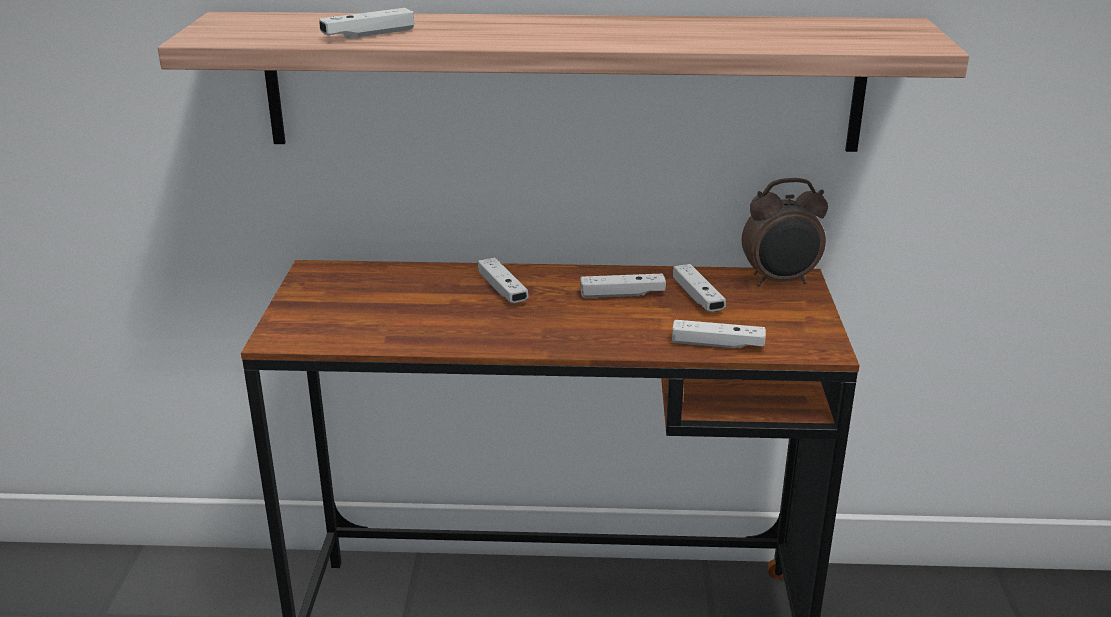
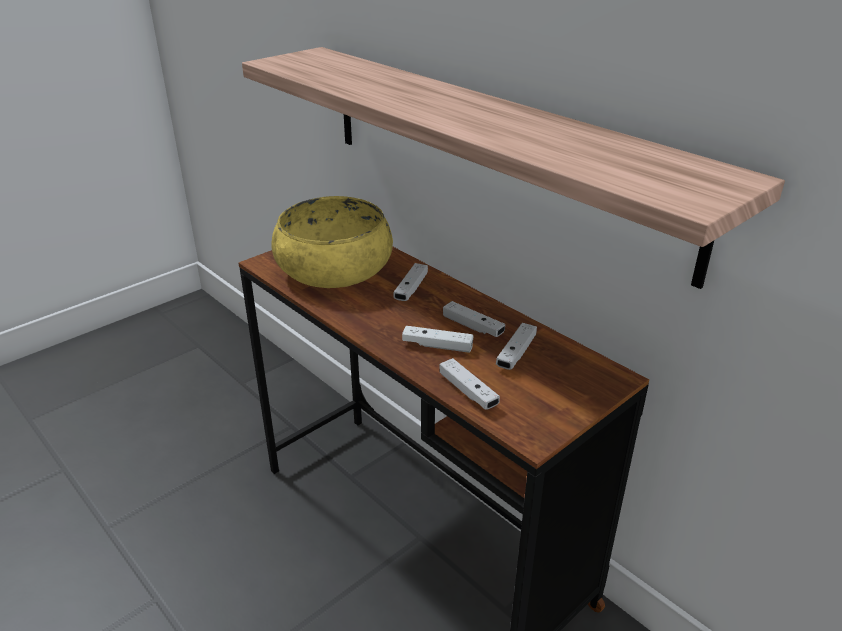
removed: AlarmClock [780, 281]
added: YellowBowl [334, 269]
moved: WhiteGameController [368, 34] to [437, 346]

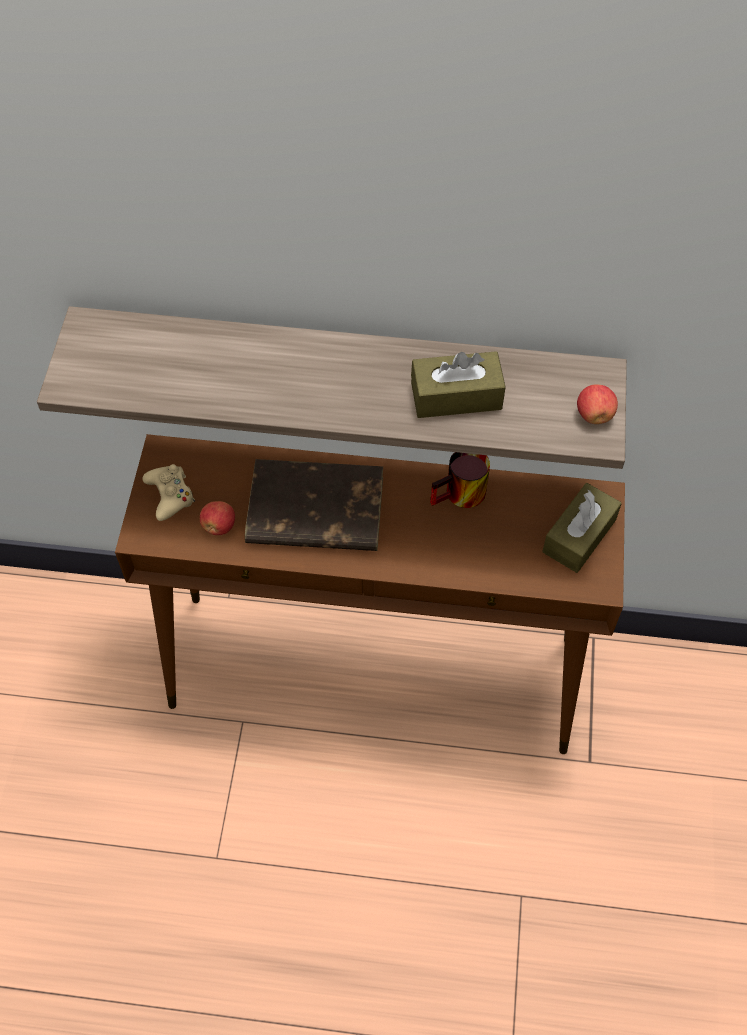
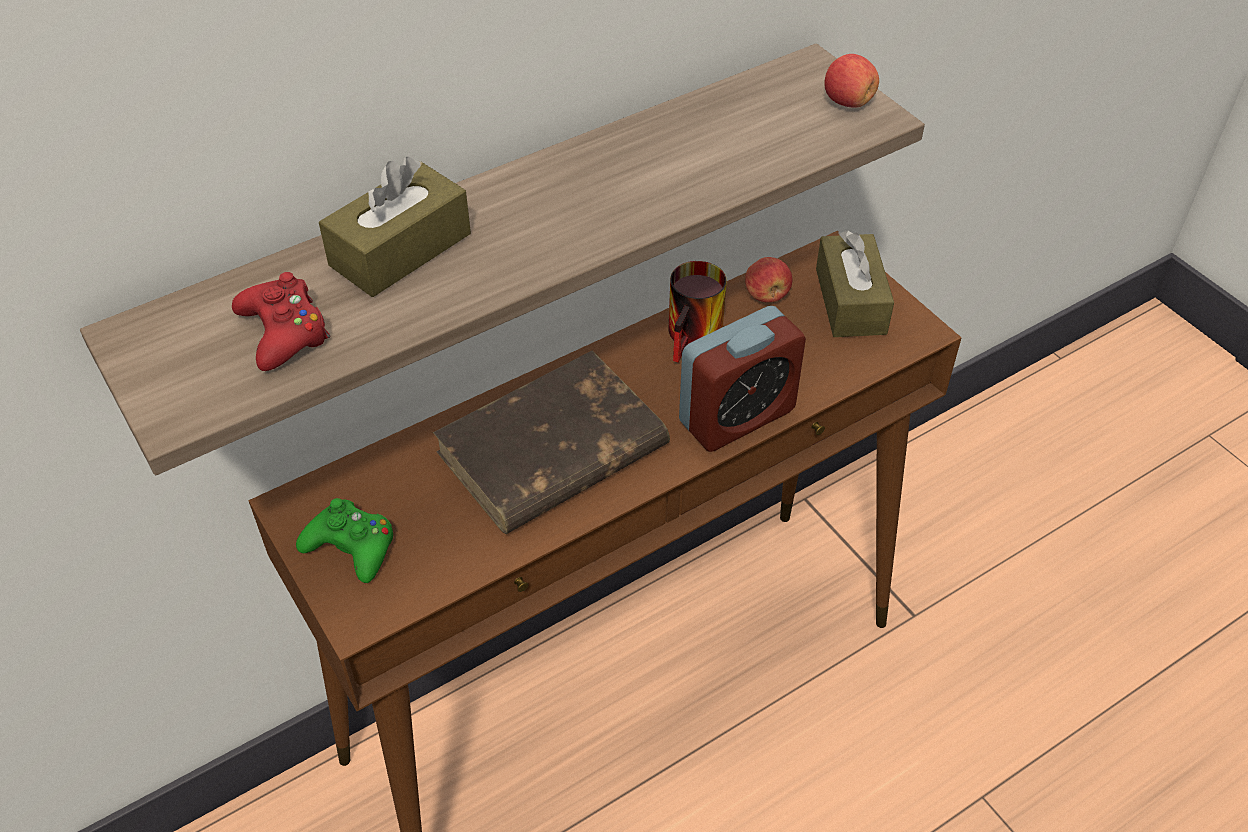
added: RedGameController [284, 332]; AlarmClock [737, 416]
moved: BrownTissueBox [456, 396] to [400, 249]; Apple [219, 526] to [767, 295]
recoloured: BeigeGameController [170, 495] to GreenGameController [352, 547]

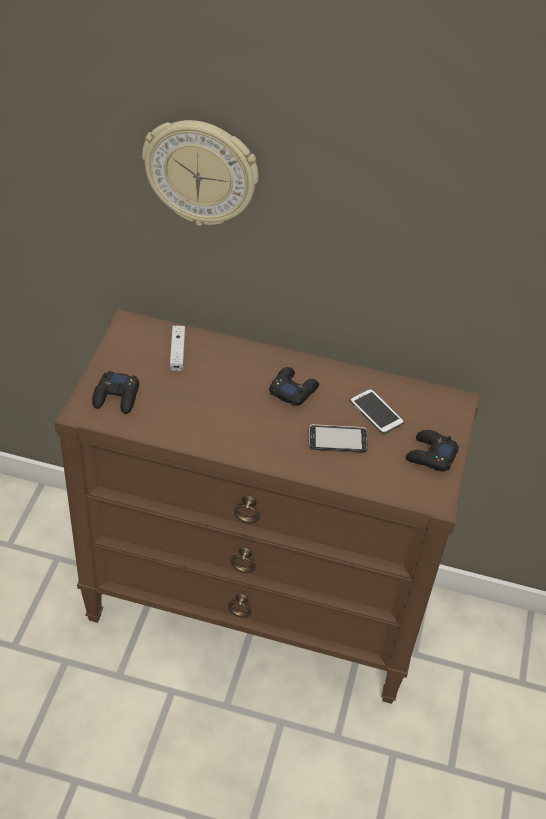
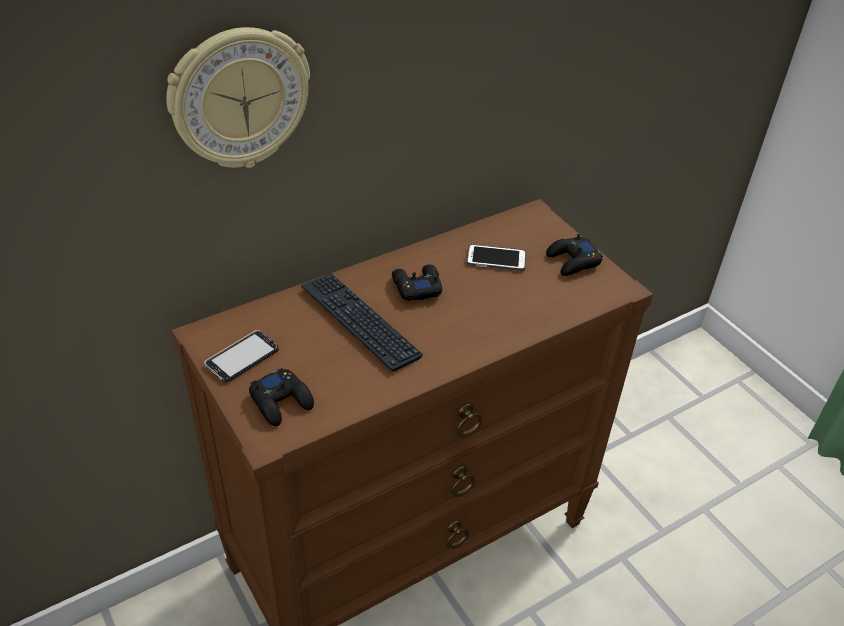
removed: WhiteGameController [177, 352]
added: Keyboard [359, 322]
moved: Phone [337, 440] to [242, 358]

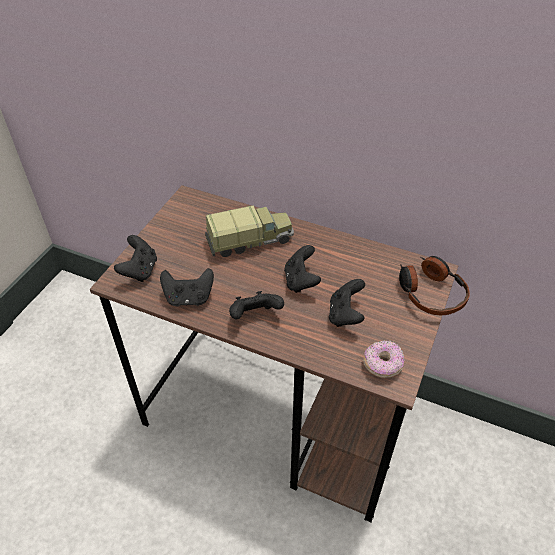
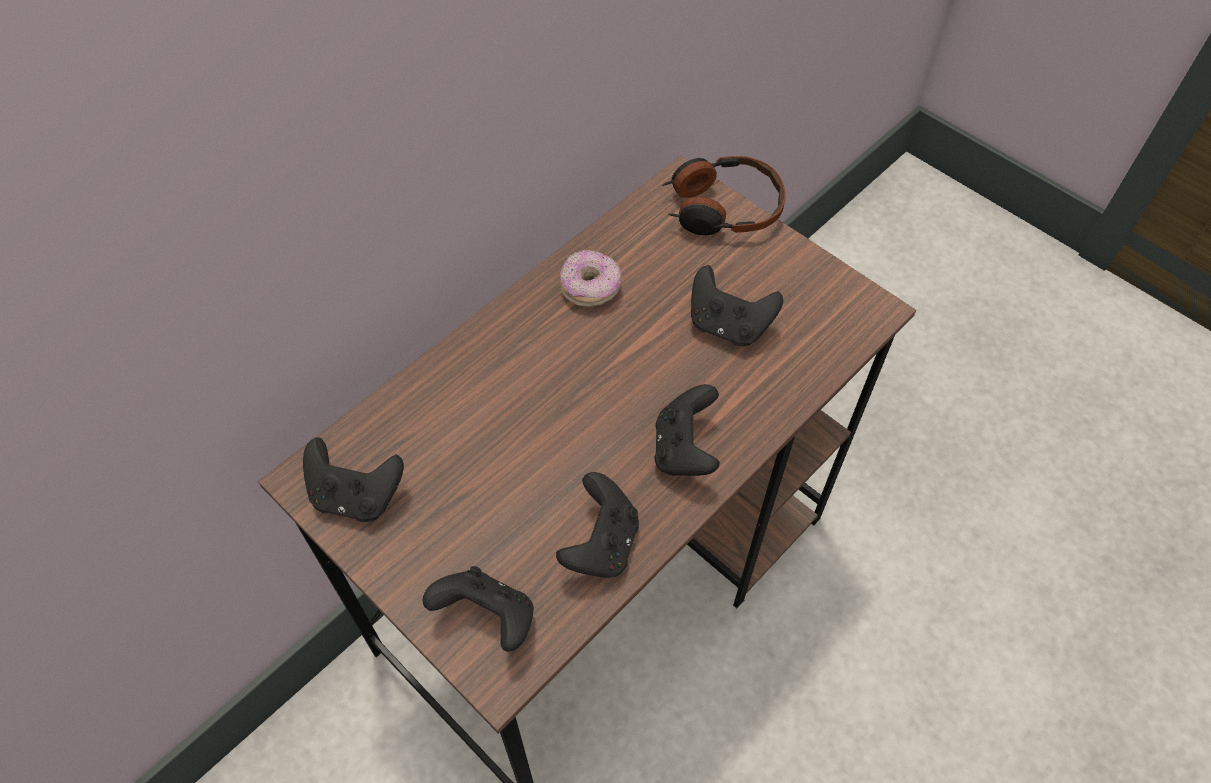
removed: ToyTruck [250, 241]
moved: BlackGameController [301, 281] to [356, 496]; Donut [382, 365] to [590, 288]

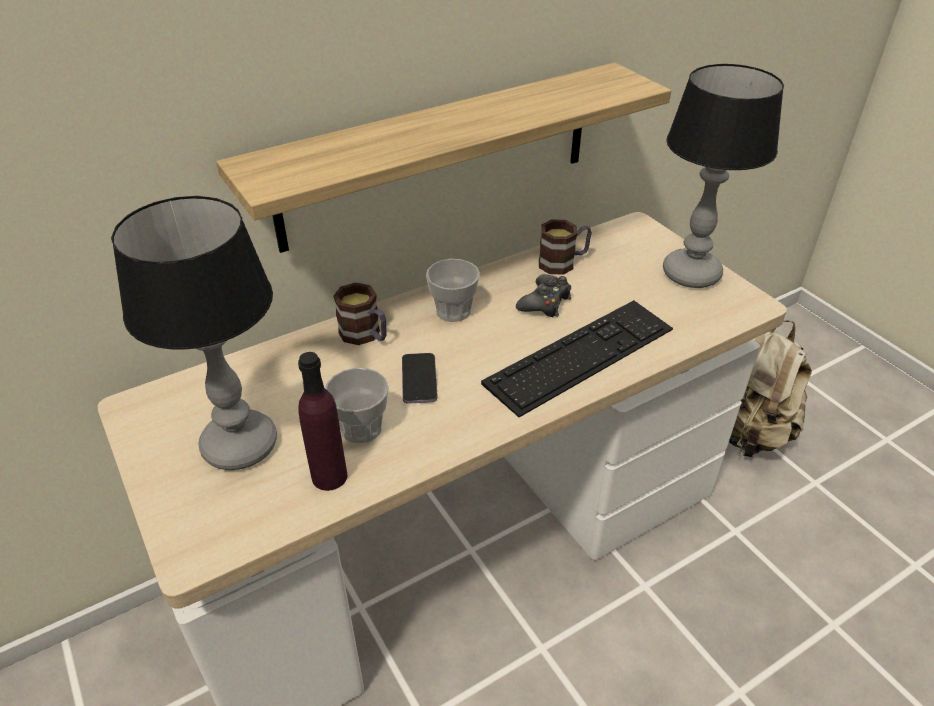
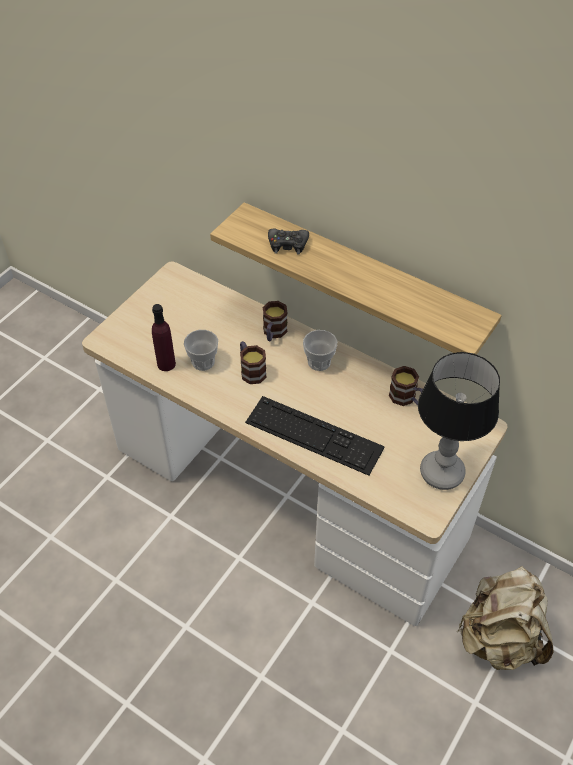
removed: TableLamp [241, 444]
moved: BlackGameController [545, 303] to [287, 244]
replaced: Phone [419, 380] to Mug [251, 370]

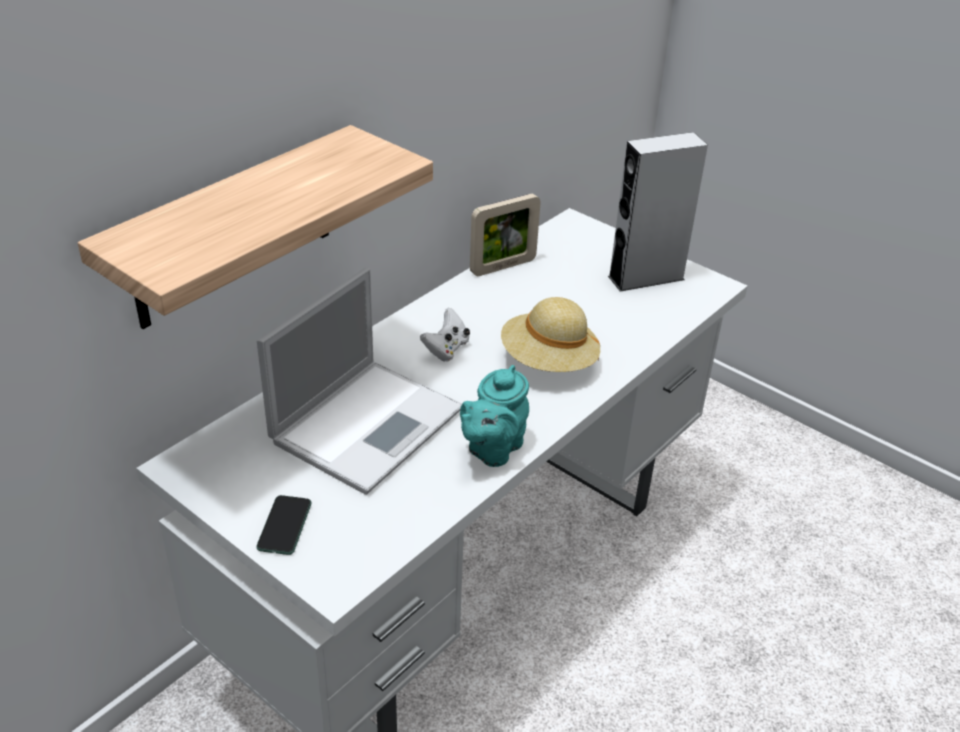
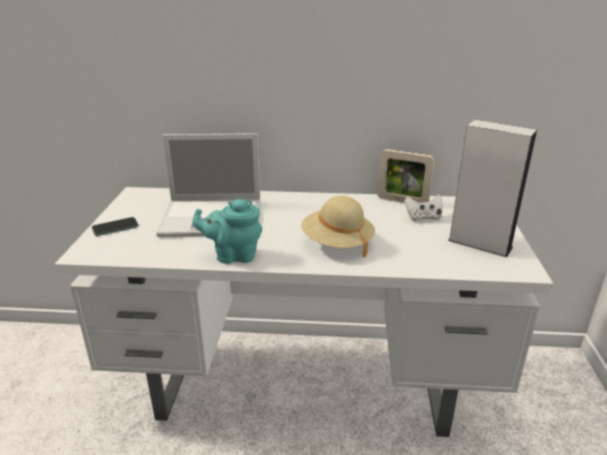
removed: Shelf [233, 229]
moved: WhiteGameController [446, 349] to [423, 218]

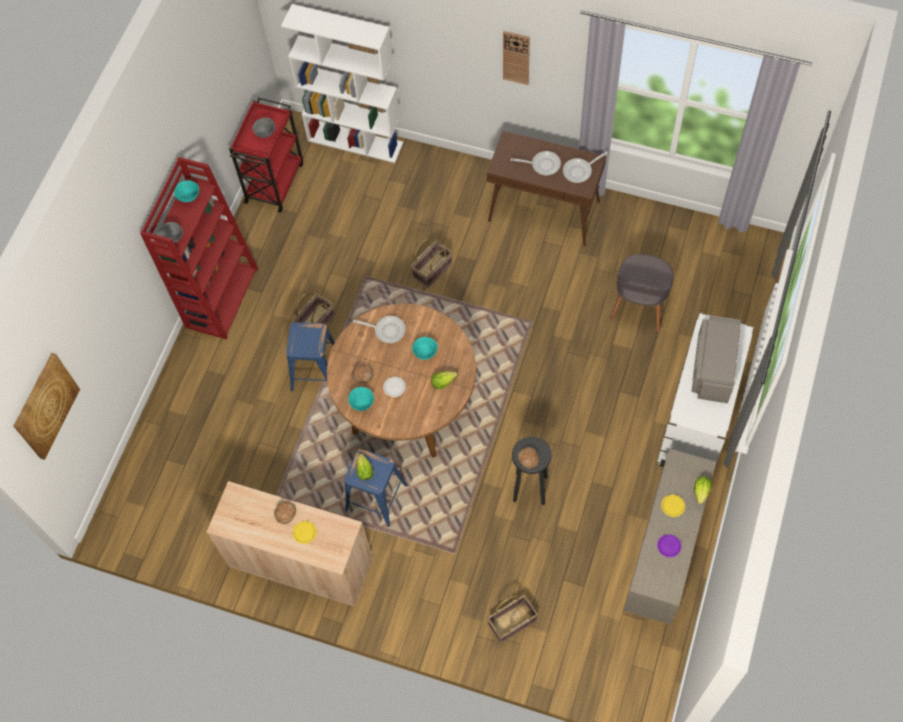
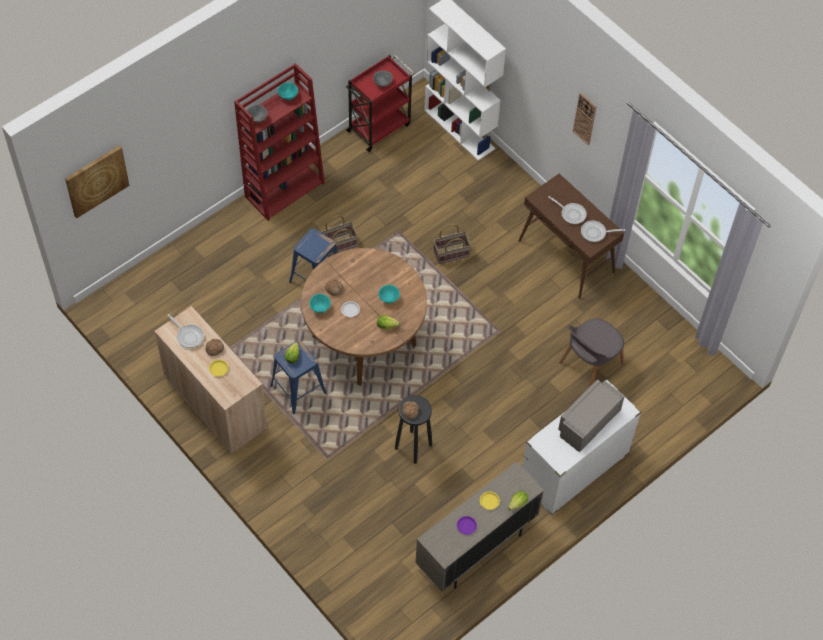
removed: Basket [512, 623]
moved: FryingPan [387, 330] to [189, 336]

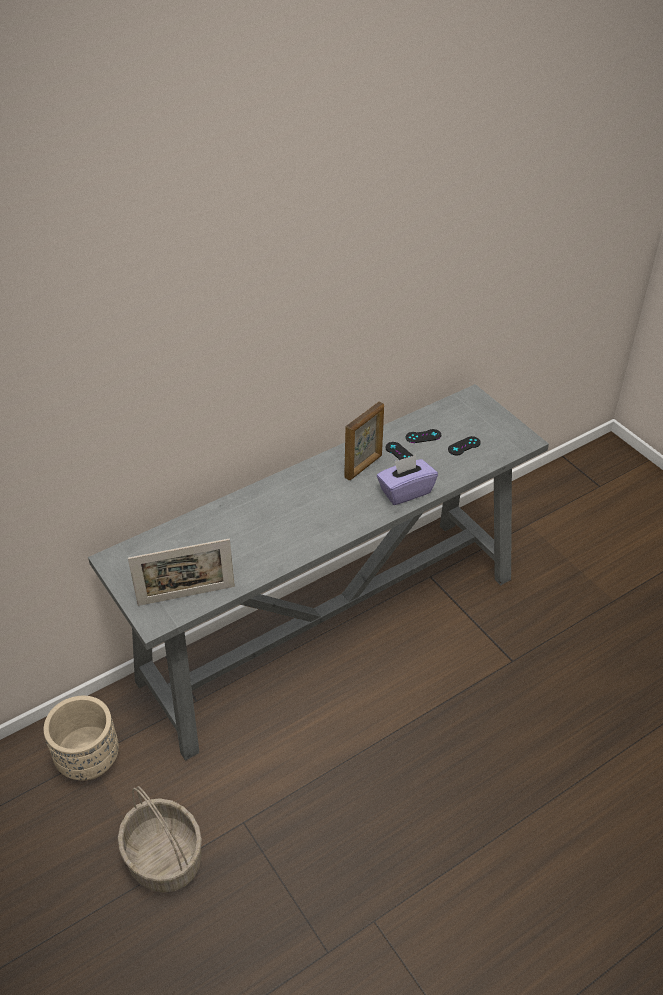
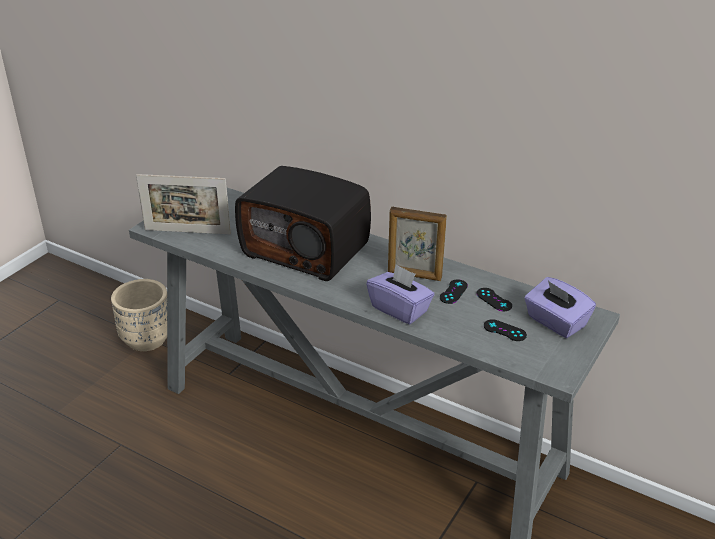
removed: Basket [165, 859]
added: Radio [307, 249]; PurpleTissueBox [555, 322]
turned: PictureFrame [186, 595] = [187, 232] 45 degrees counterclockwise

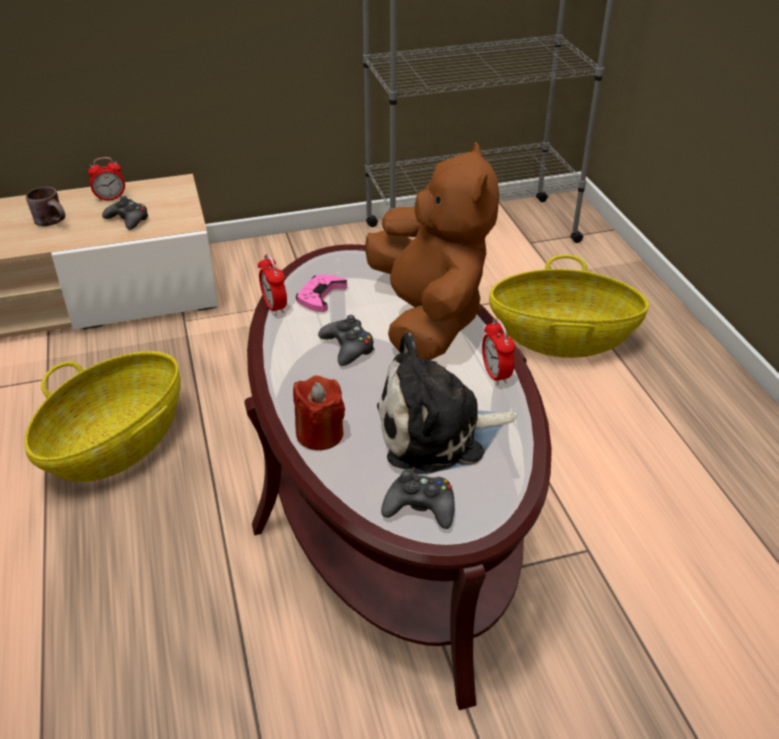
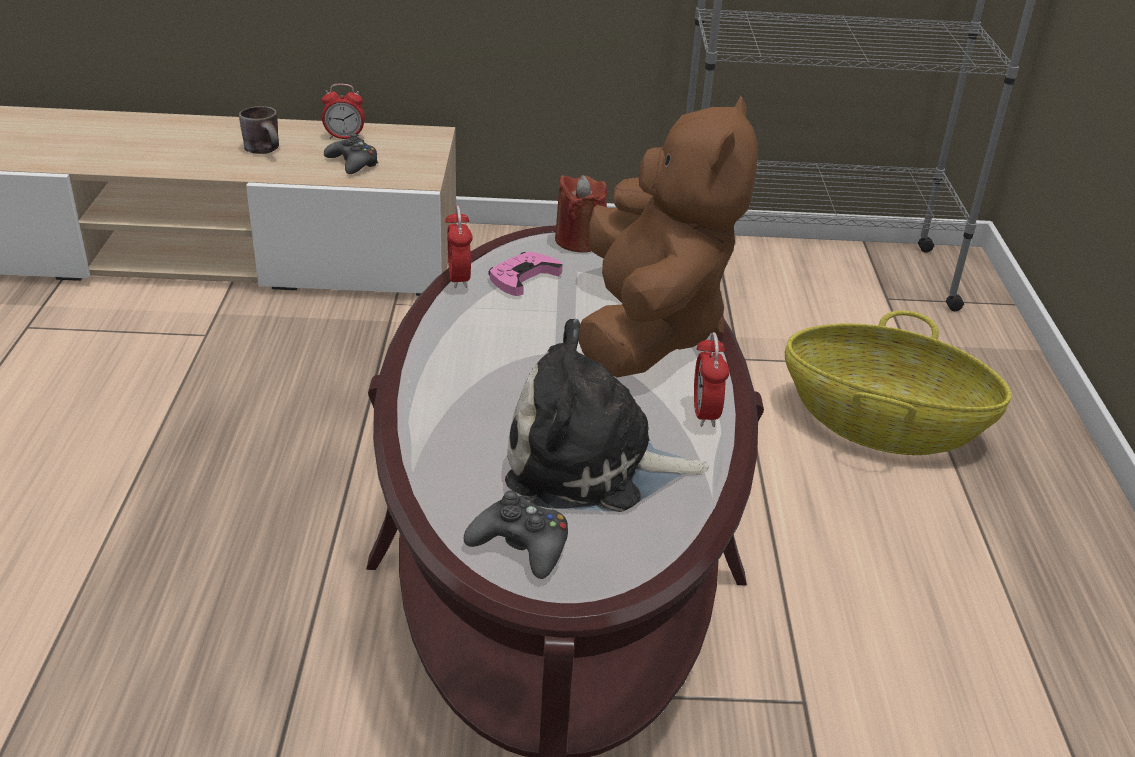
removed: Basket [116, 443]; BlackGameController [348, 347]
moved: RedCandle [320, 434] to [579, 241]

